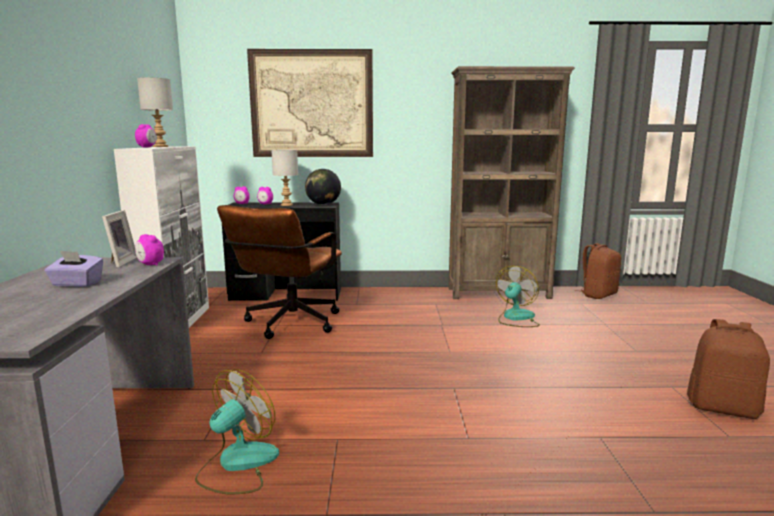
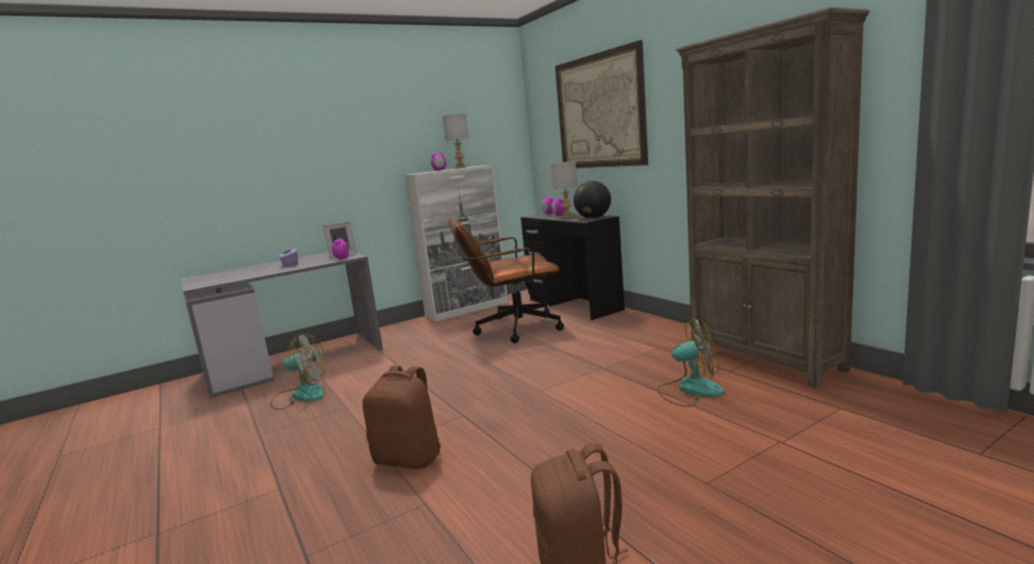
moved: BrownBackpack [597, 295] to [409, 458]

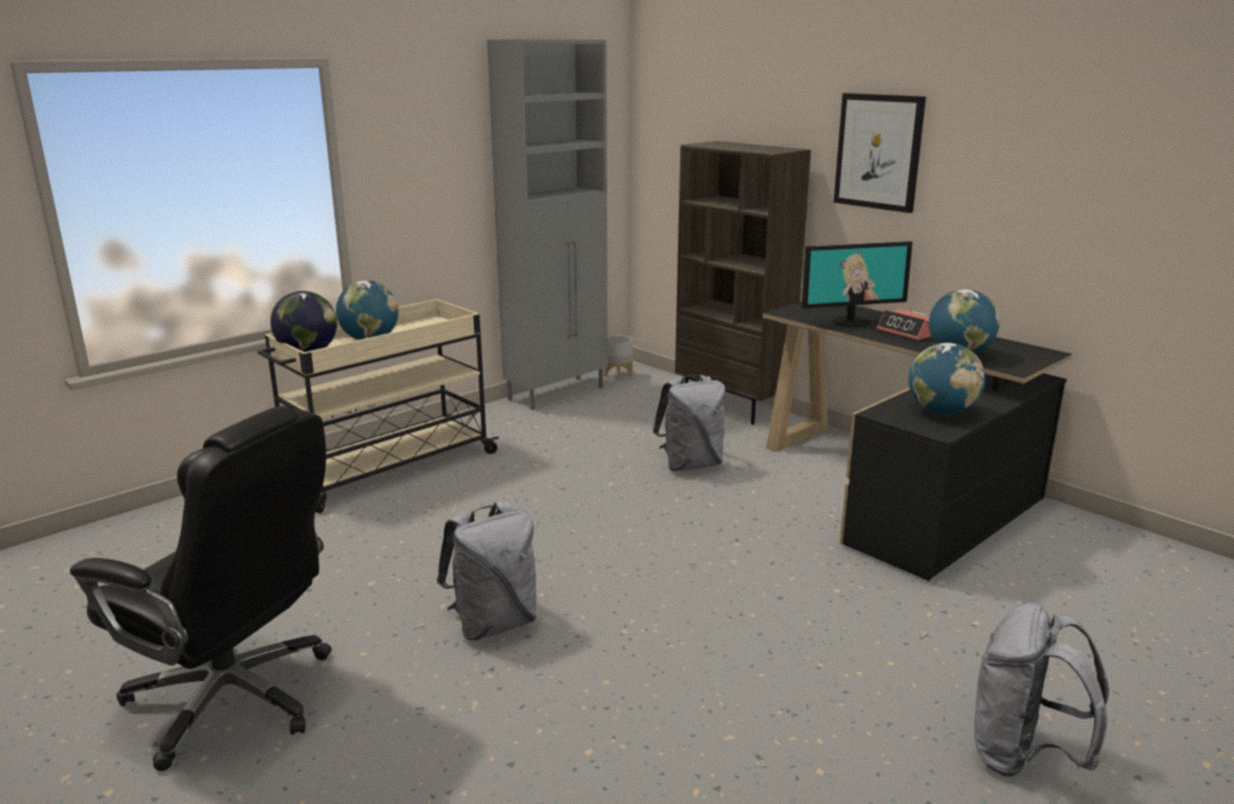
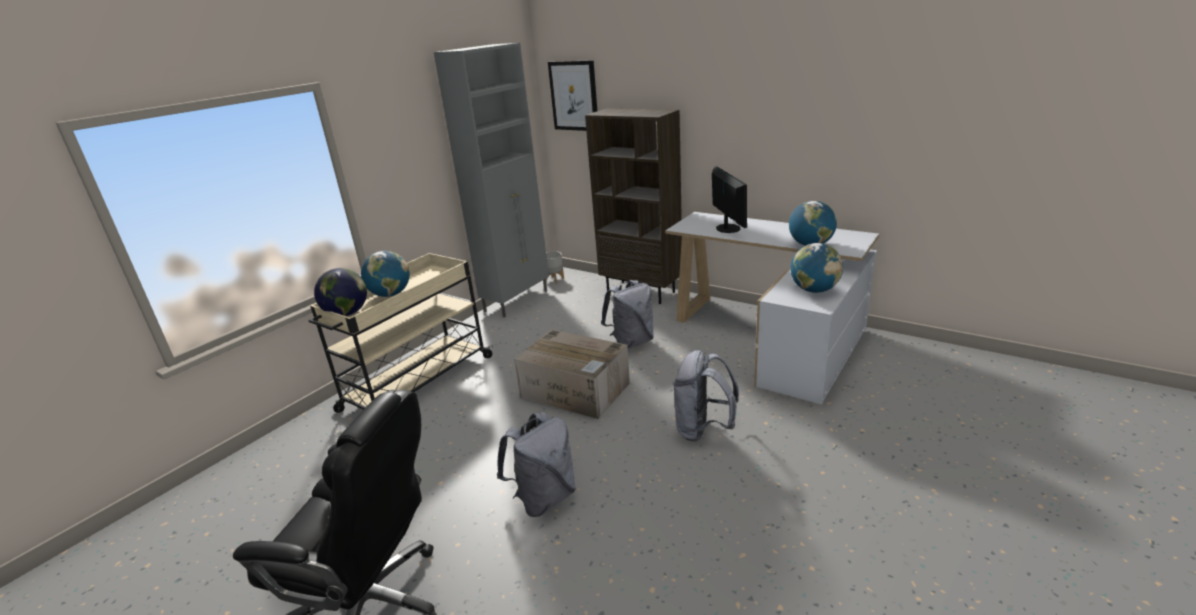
removed: AlarmClock [908, 332]
added: CardboardBox [576, 390]
moved: Picture [878, 152] to [574, 96]; GreyBackpack [1023, 756] to [703, 430]
recoloured: BlackDesk [898, 489] to WhiteDesk [773, 337]
turned: Monitor [851, 321] = [727, 228] 75 degrees counterclockwise

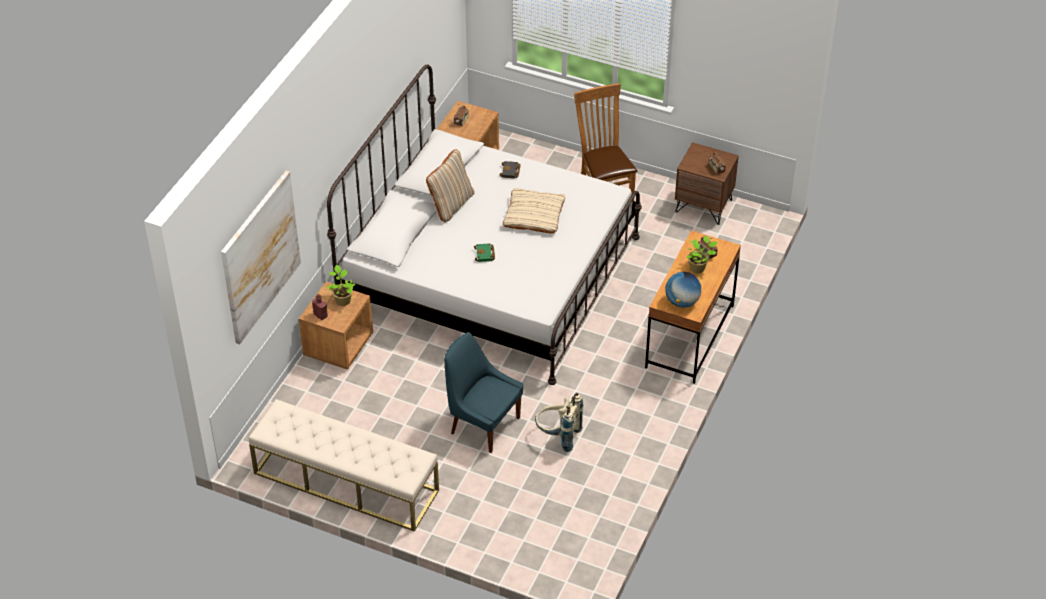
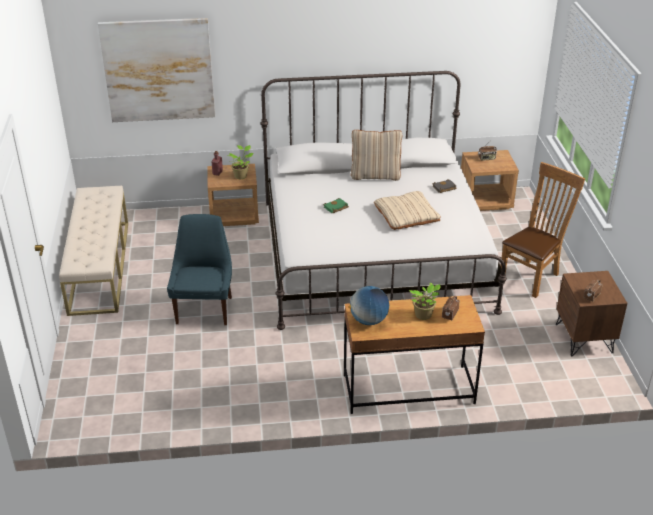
removed: BeigeBackpack [558, 436]

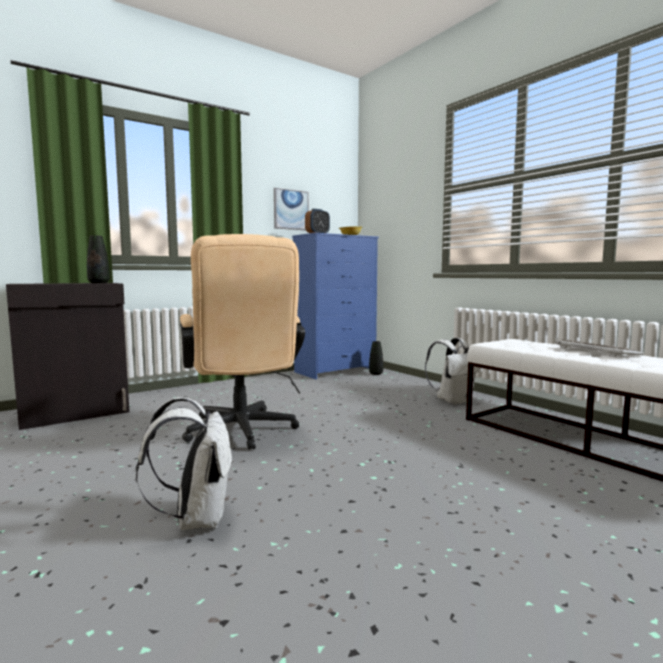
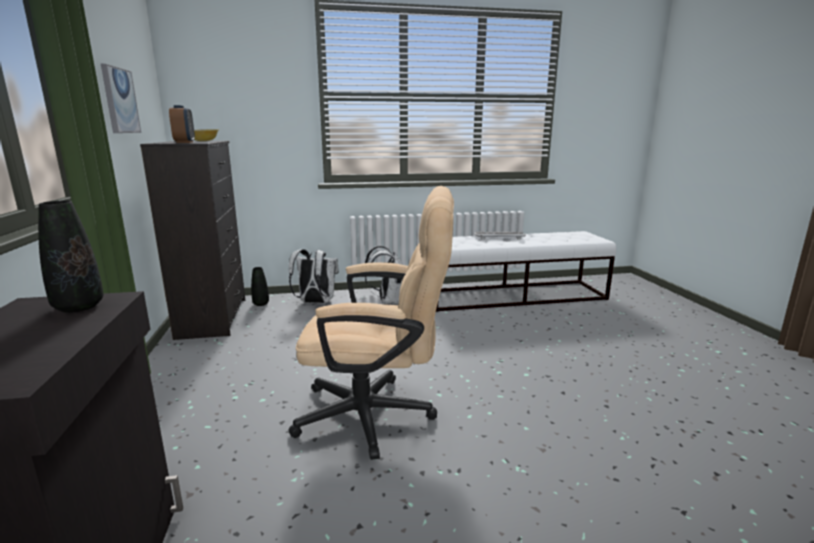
moved: WhiteBackpack [196, 519] to [315, 302]
recoloured: BlueDresser [336, 371] to BlackDresser [214, 317]

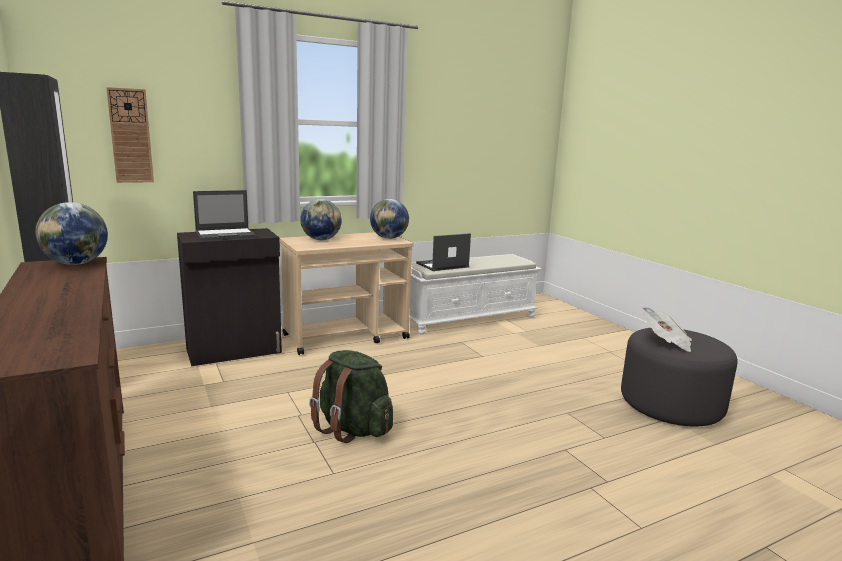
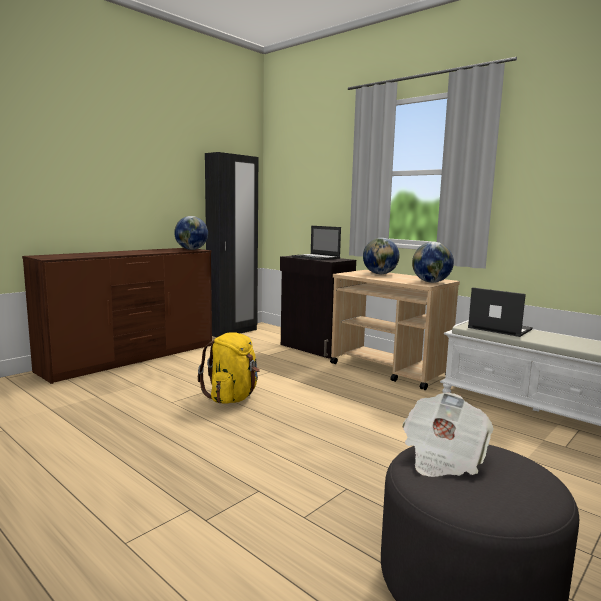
removed: WallClock [130, 136]
recoloured: GreenBackpack [352, 429] to YellowBackpack [232, 397]

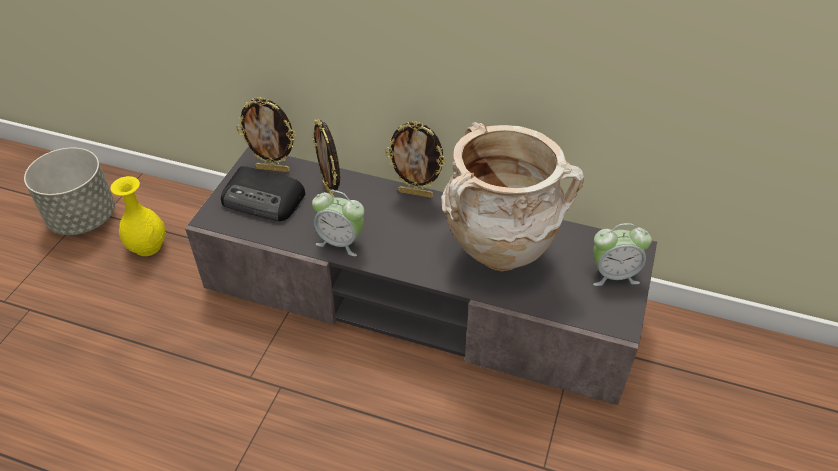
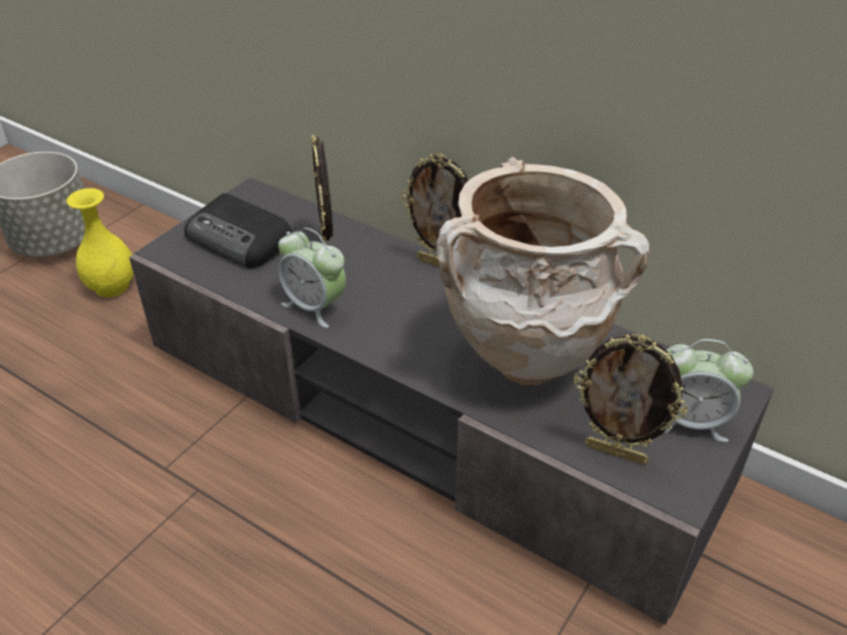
moved: PictureFrame [273, 169] to [616, 452]

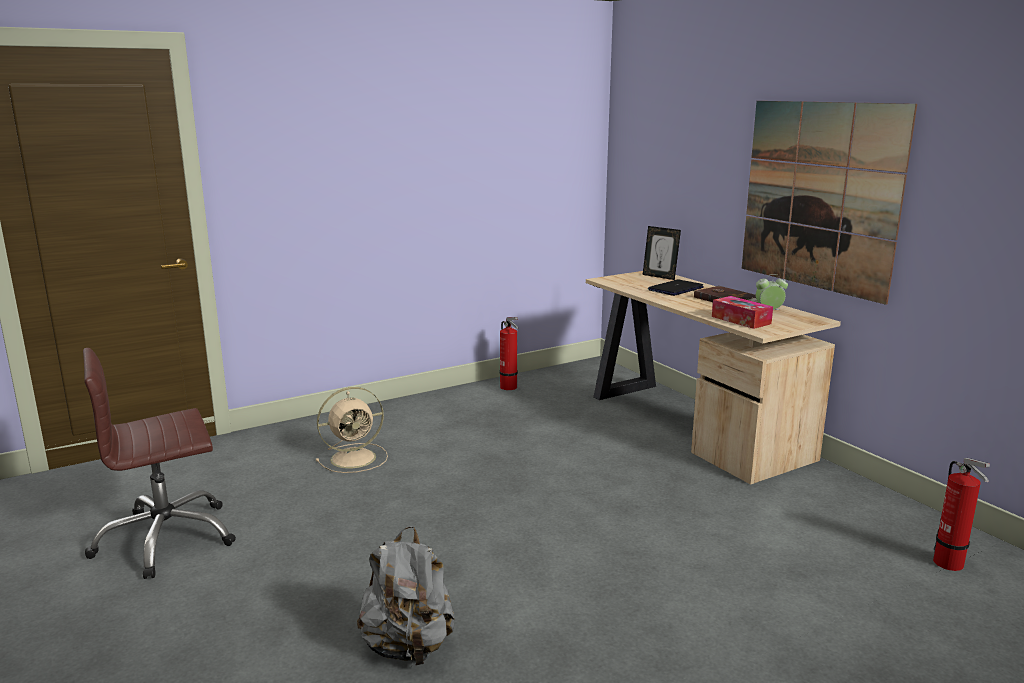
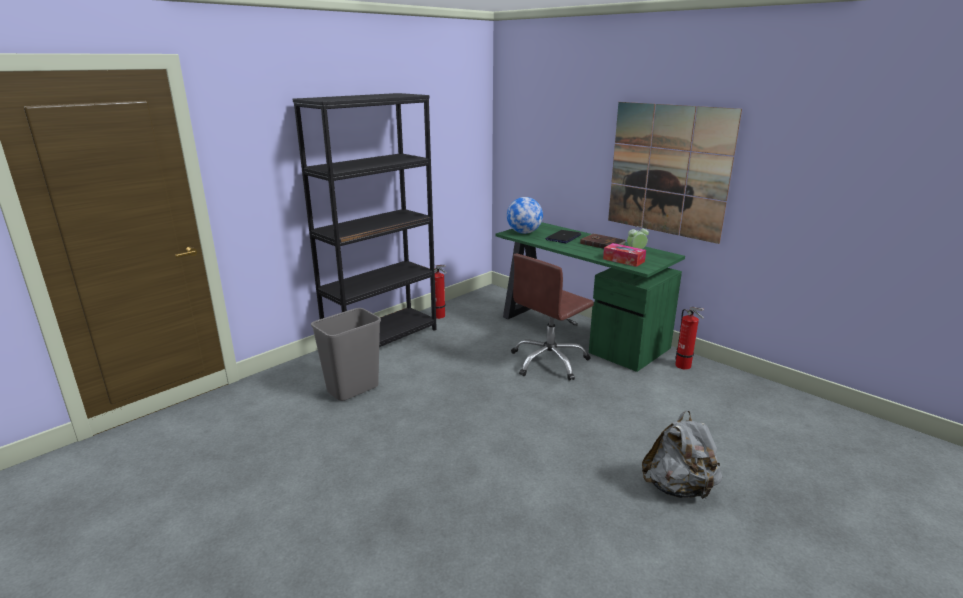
removed: PictureFrame [659, 276]
added: BlackBookcase [382, 339]; Globe [524, 233]
moved: BrownOfficeChair [166, 539] to [549, 361]; GreyBackpack [408, 647] to [678, 488]; FireExtinguisher [951, 565] to [684, 366]
replaced: BeigeFan [355, 458] to GreyTrashCan [353, 389]
recoloured: BeigeDesk [691, 424] to GreenDesk [578, 331]

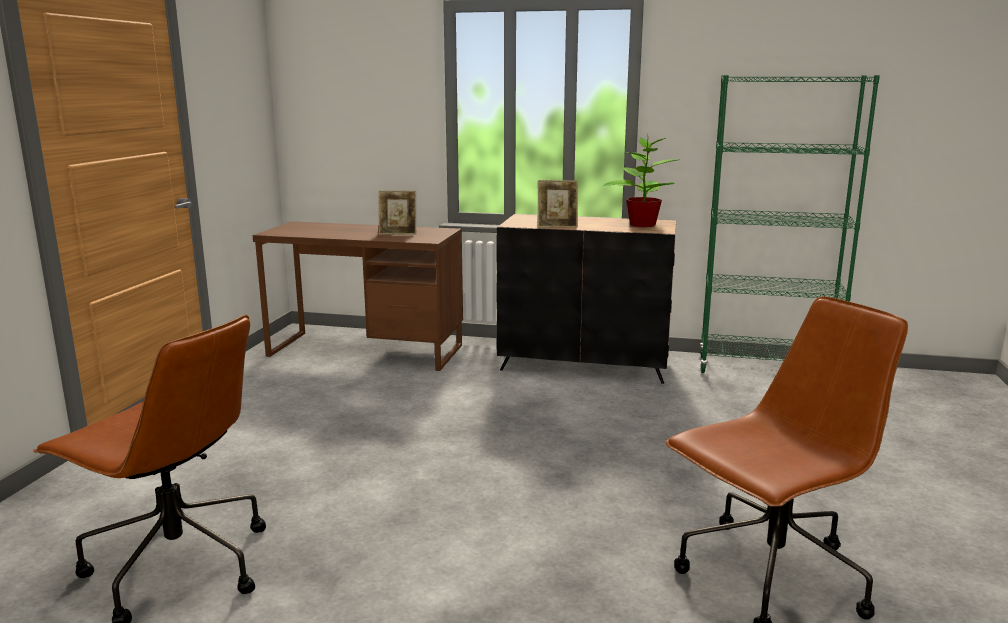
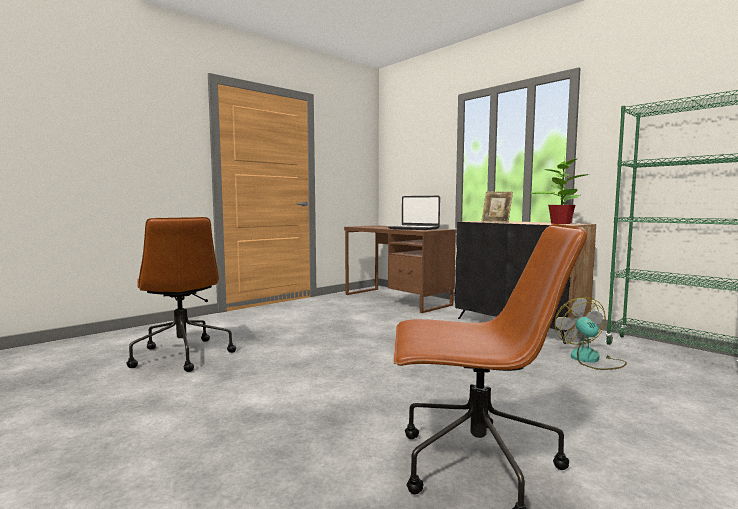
added: Fan [590, 359]
replaced: PictureFrame [398, 233] to Laptop [414, 228]

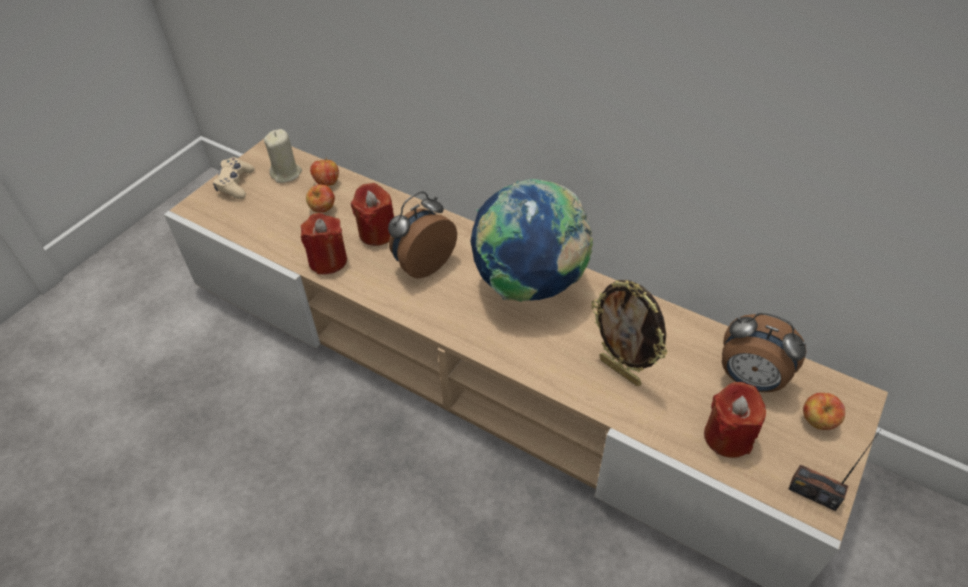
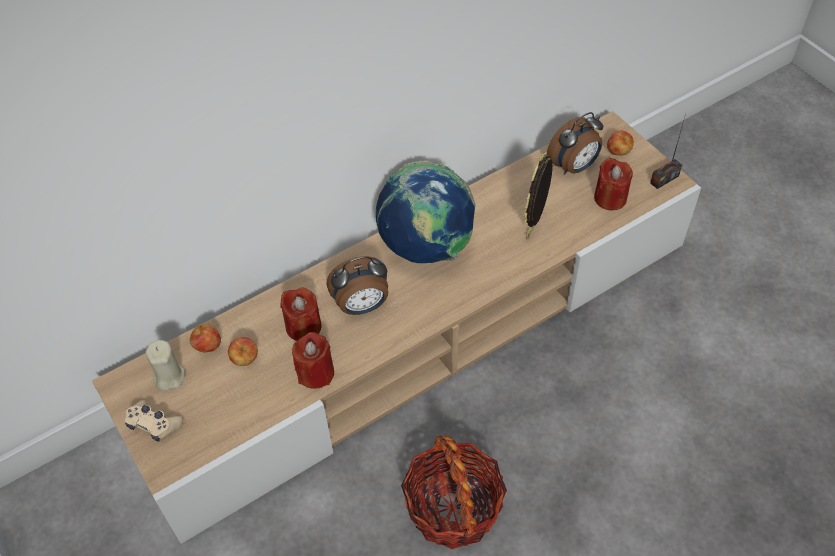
added: Basket [453, 507]
turned: AlarmClock [422, 264] = [362, 306] 90 degrees counterclockwise; PictureFrame [621, 371] = [534, 227] 135 degrees clockwise

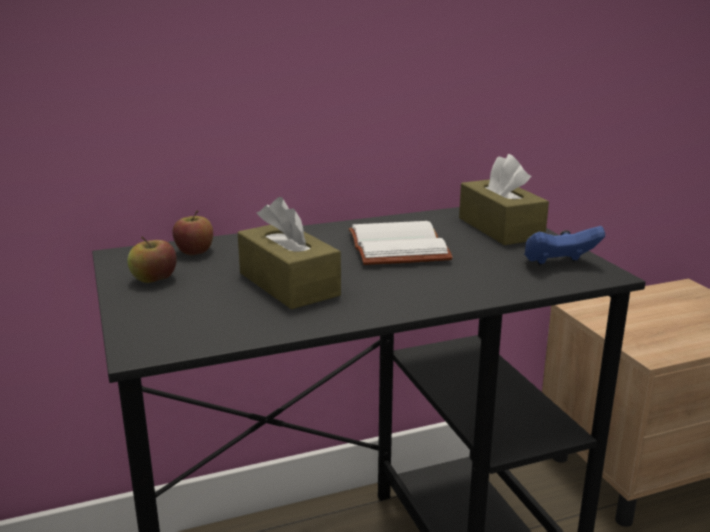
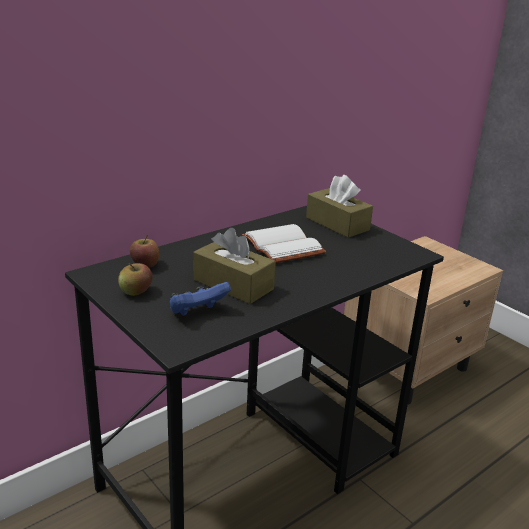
moved: BlueGameController [558, 263] to [197, 312]

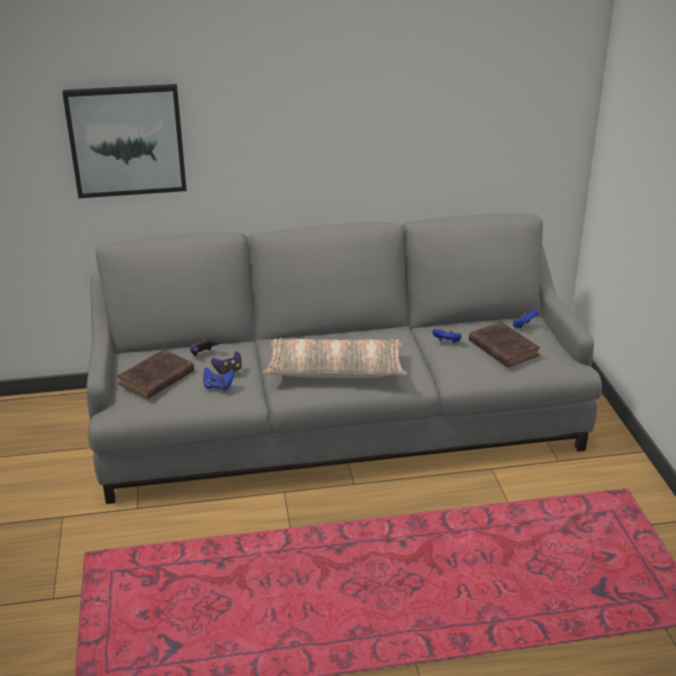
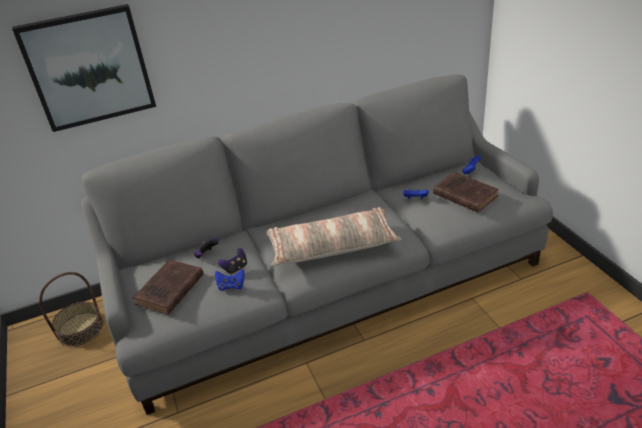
added: Basket [80, 329]

